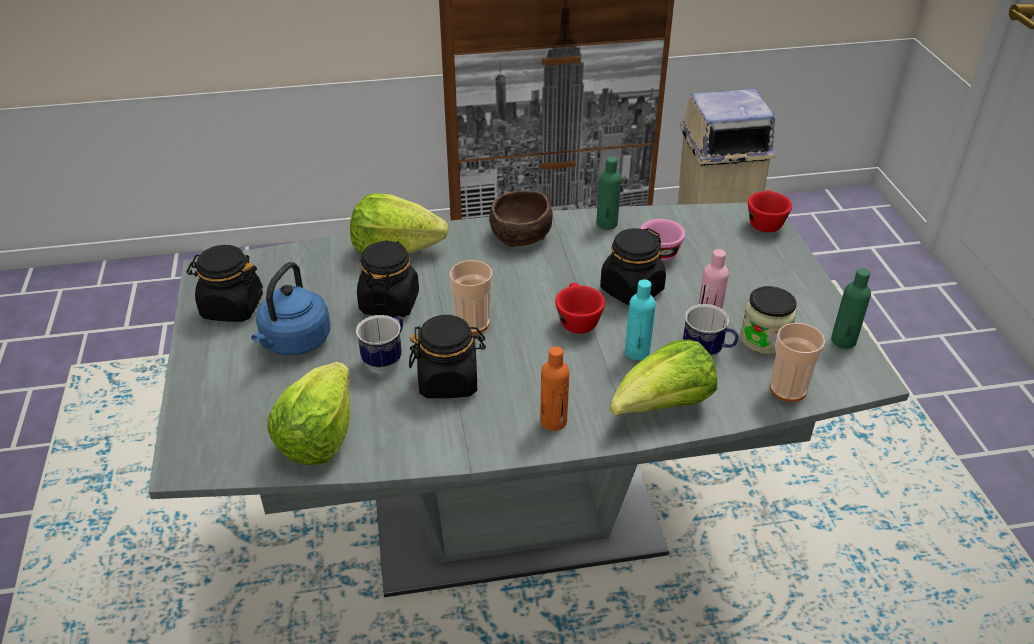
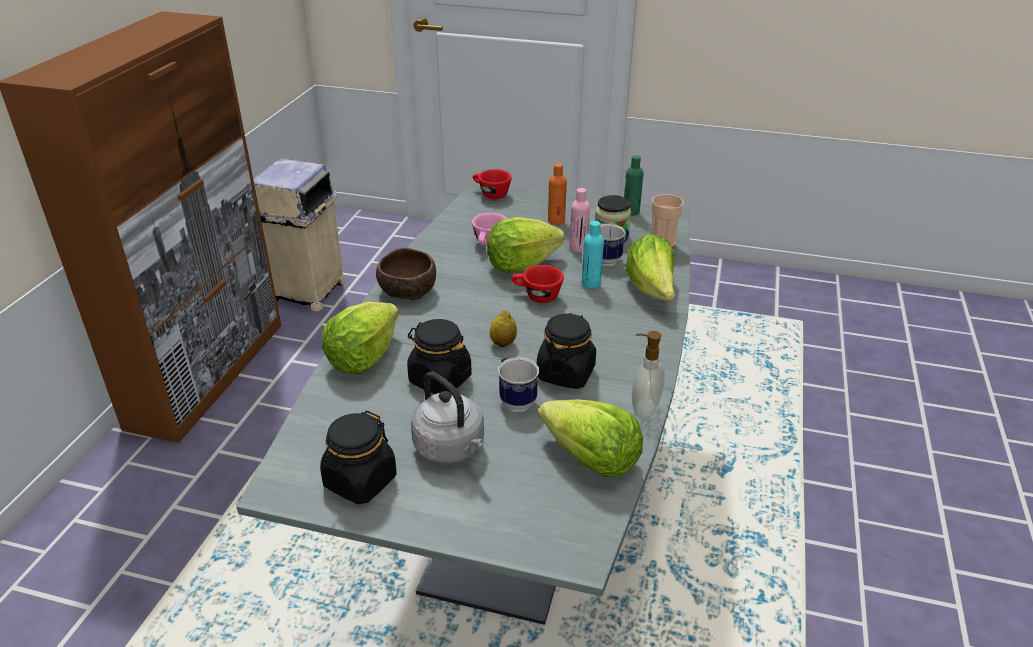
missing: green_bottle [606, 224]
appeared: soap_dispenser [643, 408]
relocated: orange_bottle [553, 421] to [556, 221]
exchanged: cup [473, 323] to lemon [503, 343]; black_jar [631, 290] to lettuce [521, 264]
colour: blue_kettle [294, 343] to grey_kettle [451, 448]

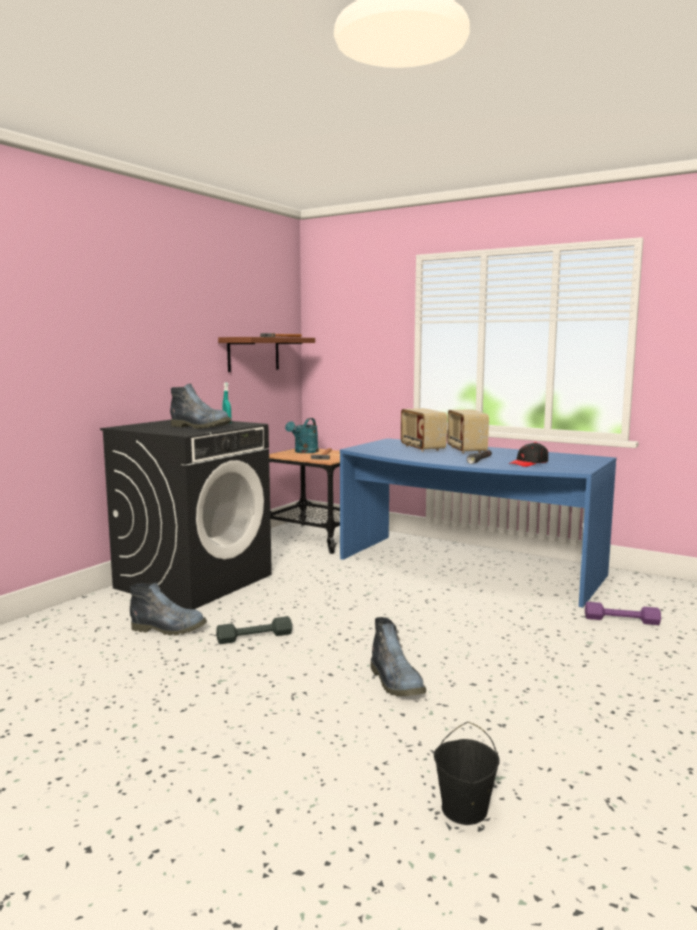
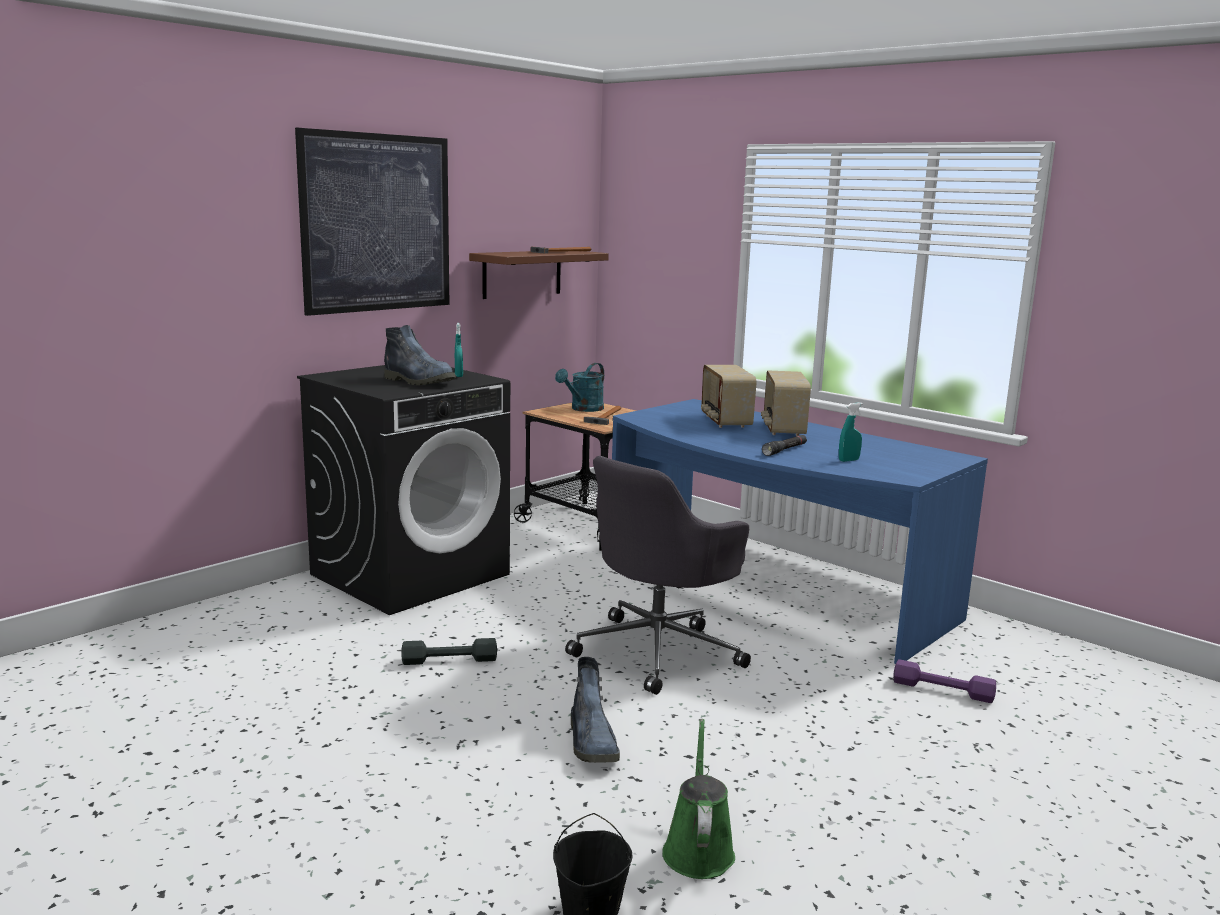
missing: boot [170, 629]
appeared: picture [377, 223]; grey_office_chair [659, 651]; green_watering_can [698, 849]
exchanged: black_cap [528, 463] to turquoise_spray_bottle [848, 460]

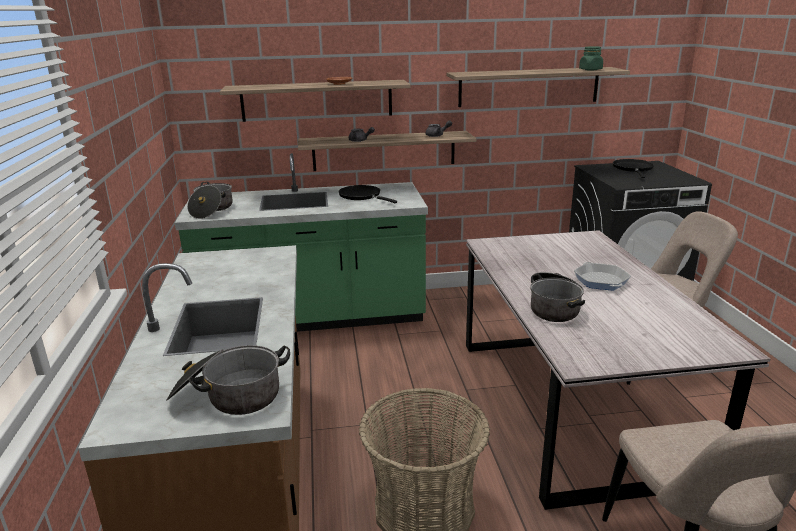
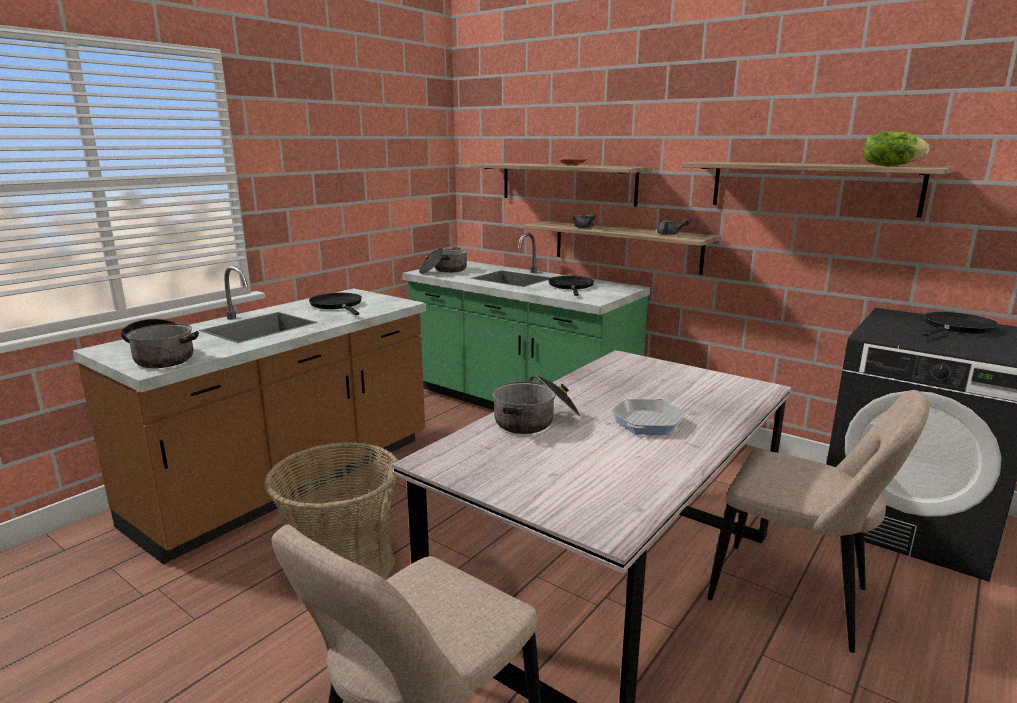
appeared: black_frying_pan [337, 305]
exchanged: green_jar [590, 70] to lettuce [889, 165]

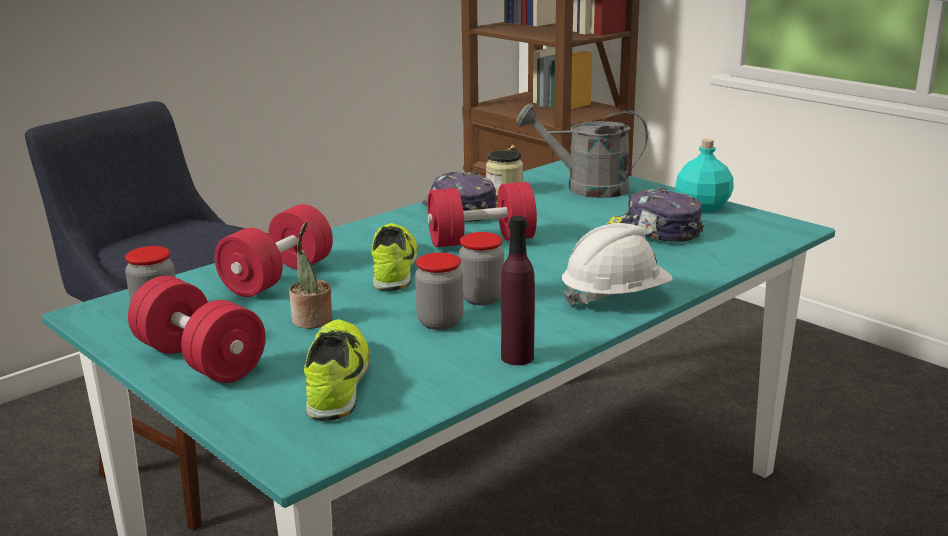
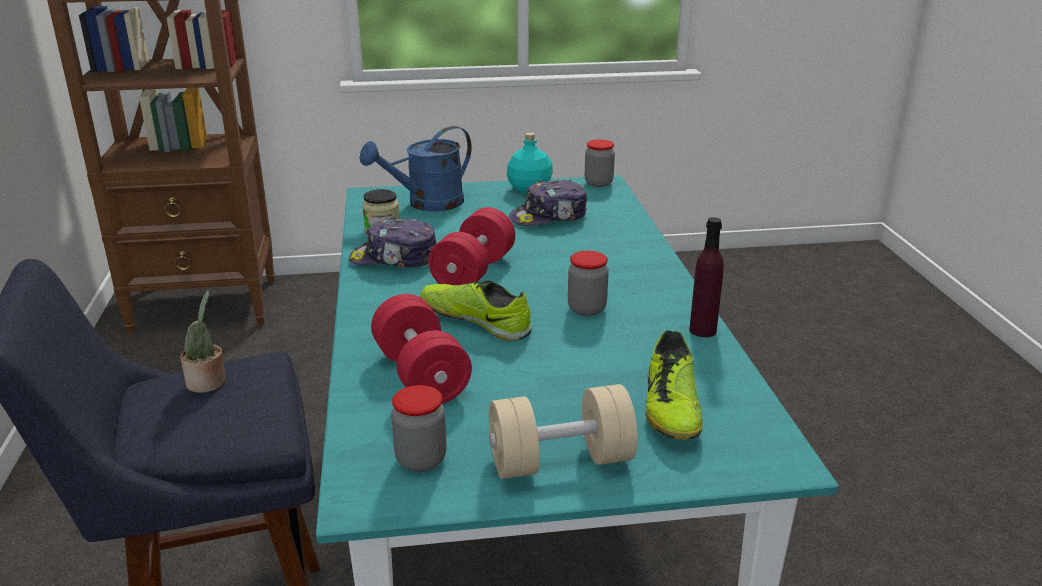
missing: white_hard_hat [615, 297]
relocated: potted_plant [312, 321] to [208, 383]; jar [440, 322] to [598, 183]
colour: red_dumbbell [200, 360] to beige_dumbbell [560, 461]; grey_watering_can [585, 188] to blue_watering_can [426, 204]
spun: shoe [337, 381] = [671, 408] 120 degrees counterclockwise

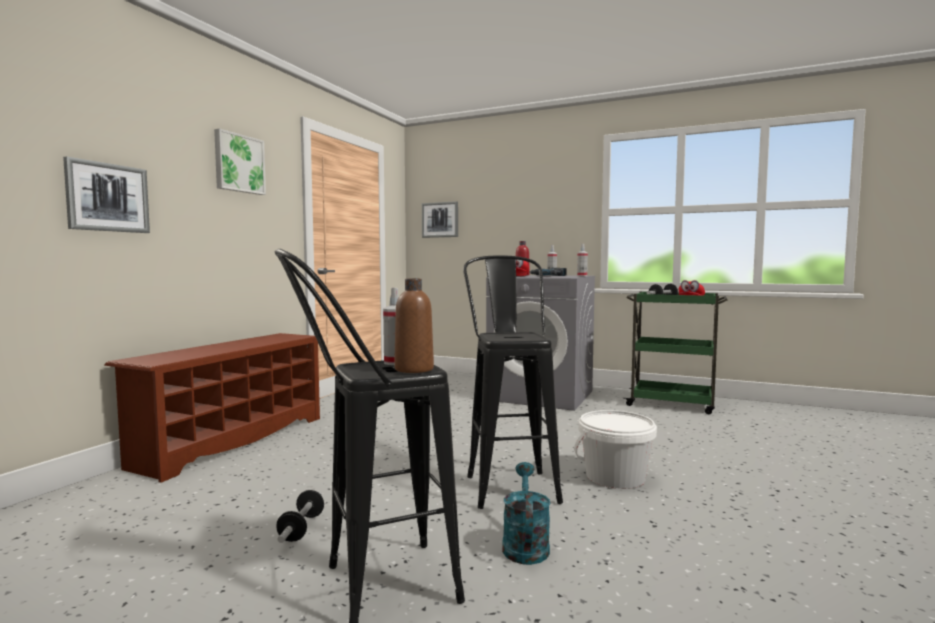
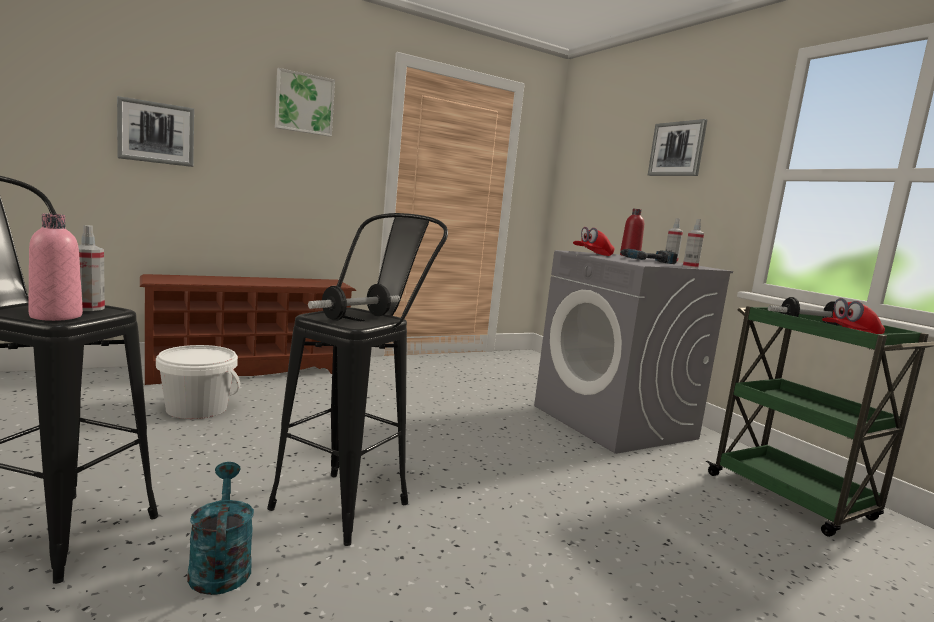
relocated: dumbbell [301, 528] to [356, 318]; picture [440, 220] to [677, 149]; white_bucket [615, 477] to [197, 409]
colour: brown_bottle [414, 369] to pink_bottle [56, 316]
spun: turquoise_watering_can [525, 544] = [220, 565] 60 degrees counterclockwise

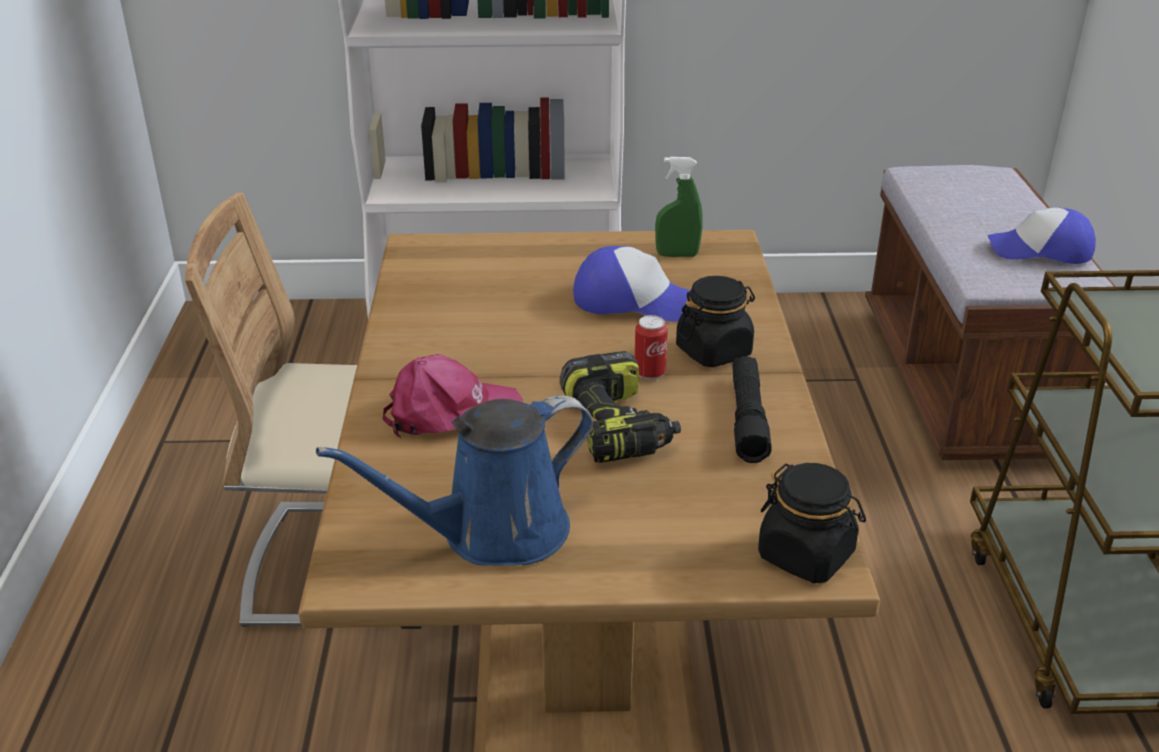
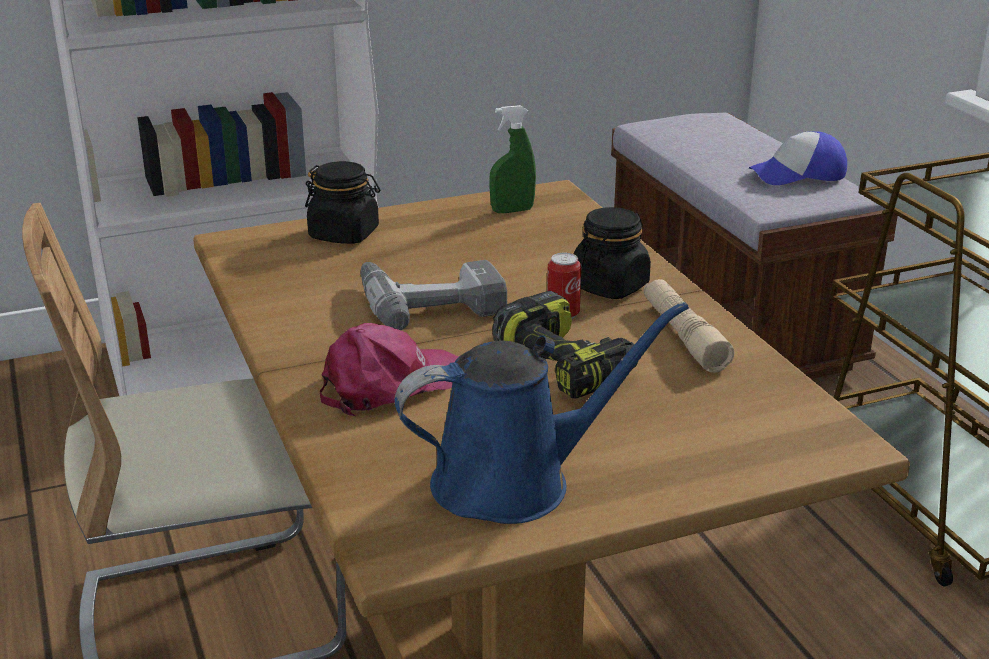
missing: cap [634, 301]
appeared: power_drill [429, 301]
relocated: black_jar [806, 555] to [344, 234]
colour: black_flashlight [747, 418] to beige_flashlight [683, 336]
spun: blue_watering_can [493, 533] = [514, 481] 150 degrees counterclockwise

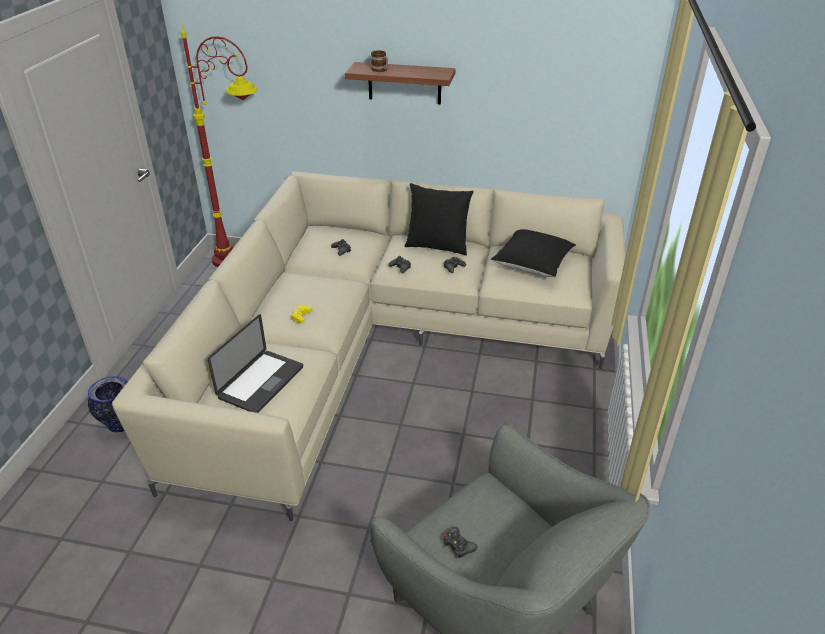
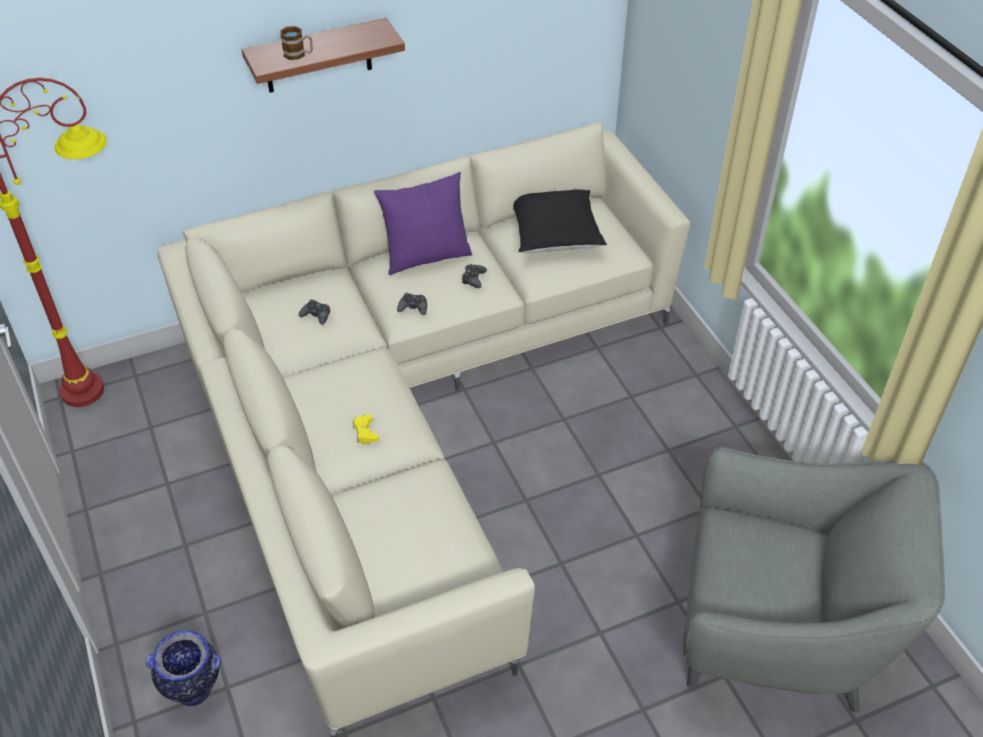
missing: laptop [261, 382]; black_game_controller [458, 546]
colour: black_pillow [437, 246] to purple_pillow [426, 256]

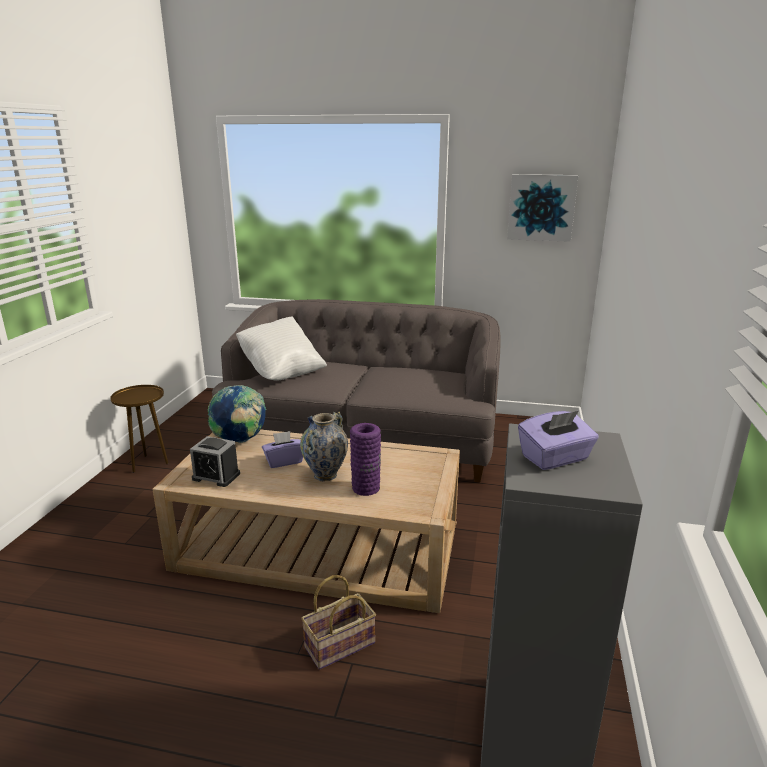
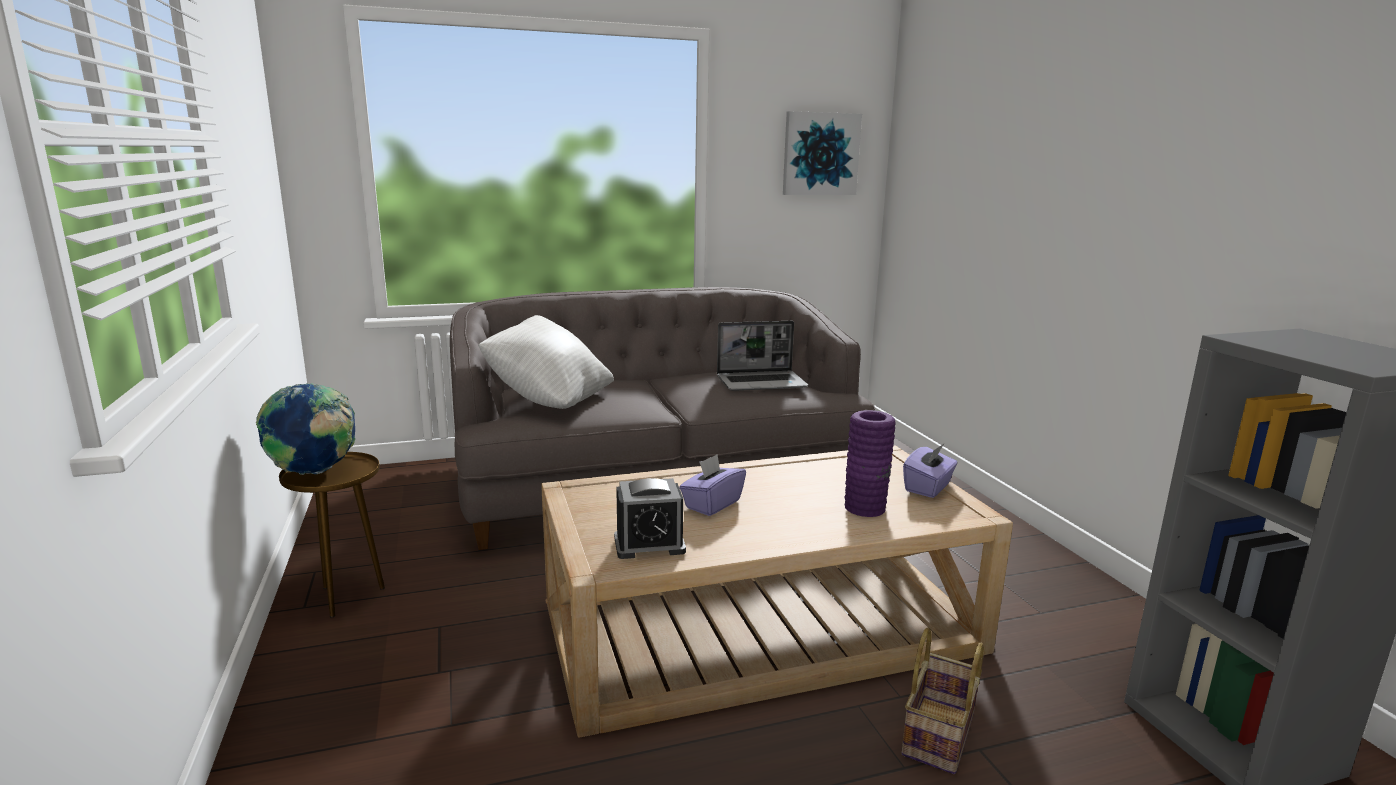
missing: vase [325, 475]
appeared: laptop [762, 382]
relocated: globe [240, 441] to [314, 472]; purple_tissue_box [555, 458] to [928, 487]

